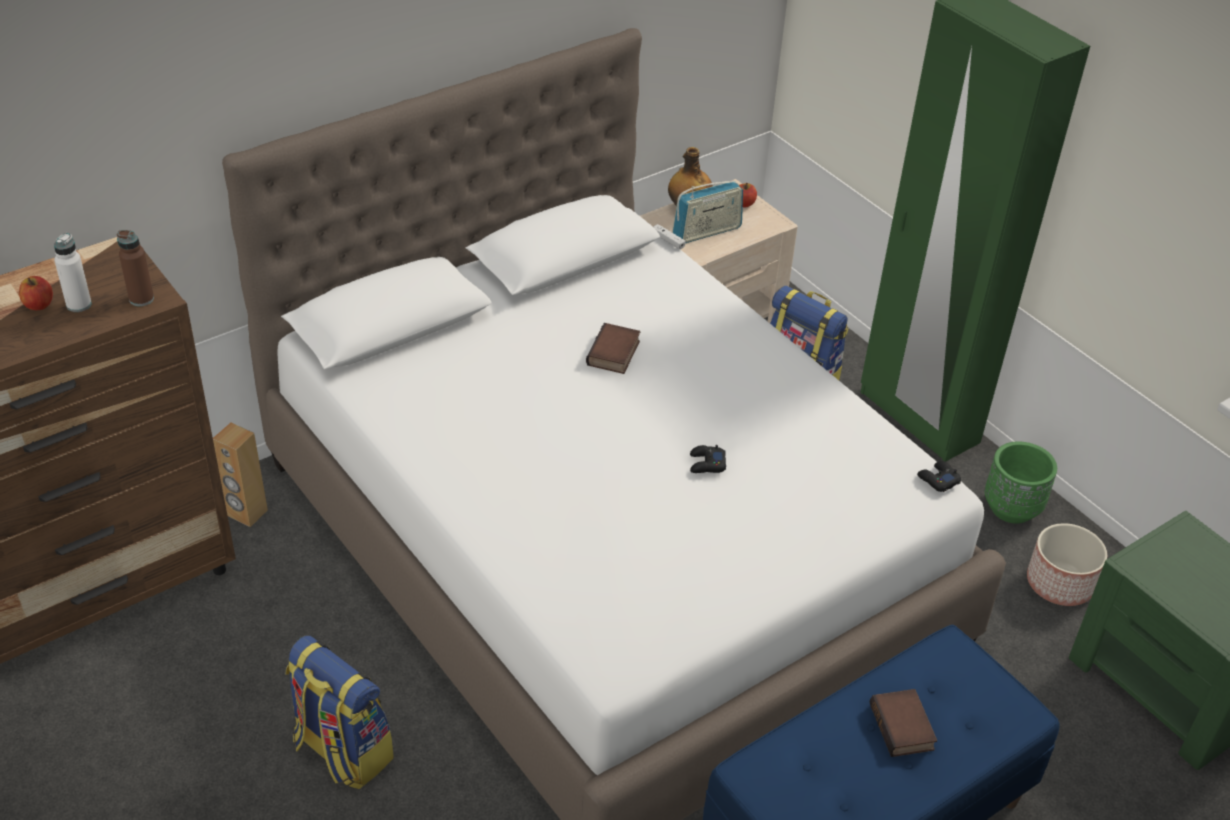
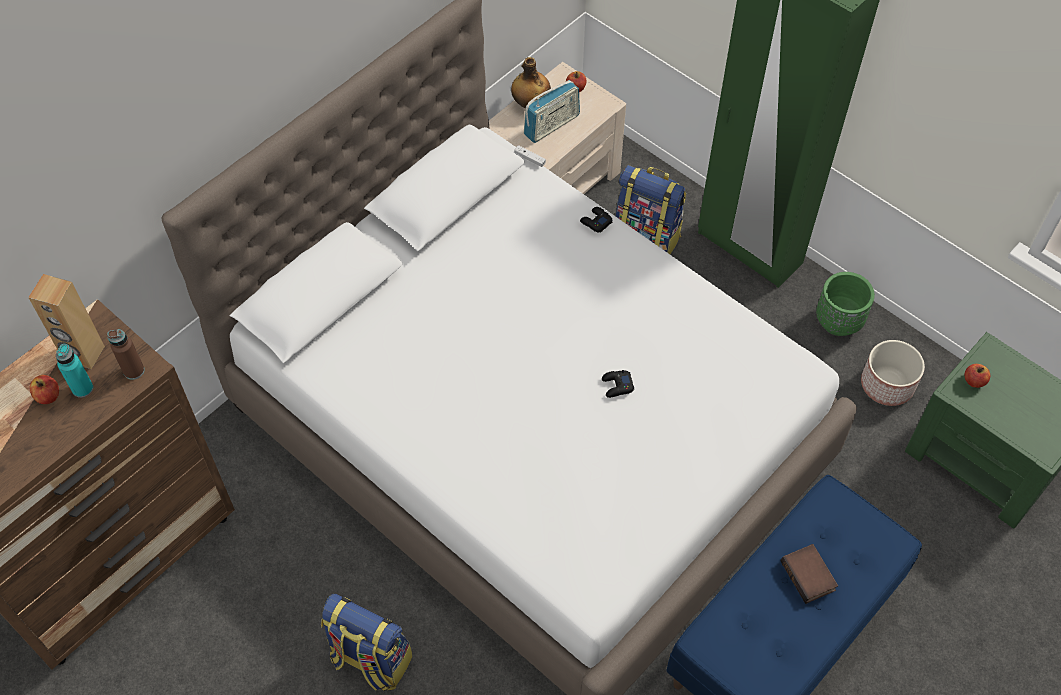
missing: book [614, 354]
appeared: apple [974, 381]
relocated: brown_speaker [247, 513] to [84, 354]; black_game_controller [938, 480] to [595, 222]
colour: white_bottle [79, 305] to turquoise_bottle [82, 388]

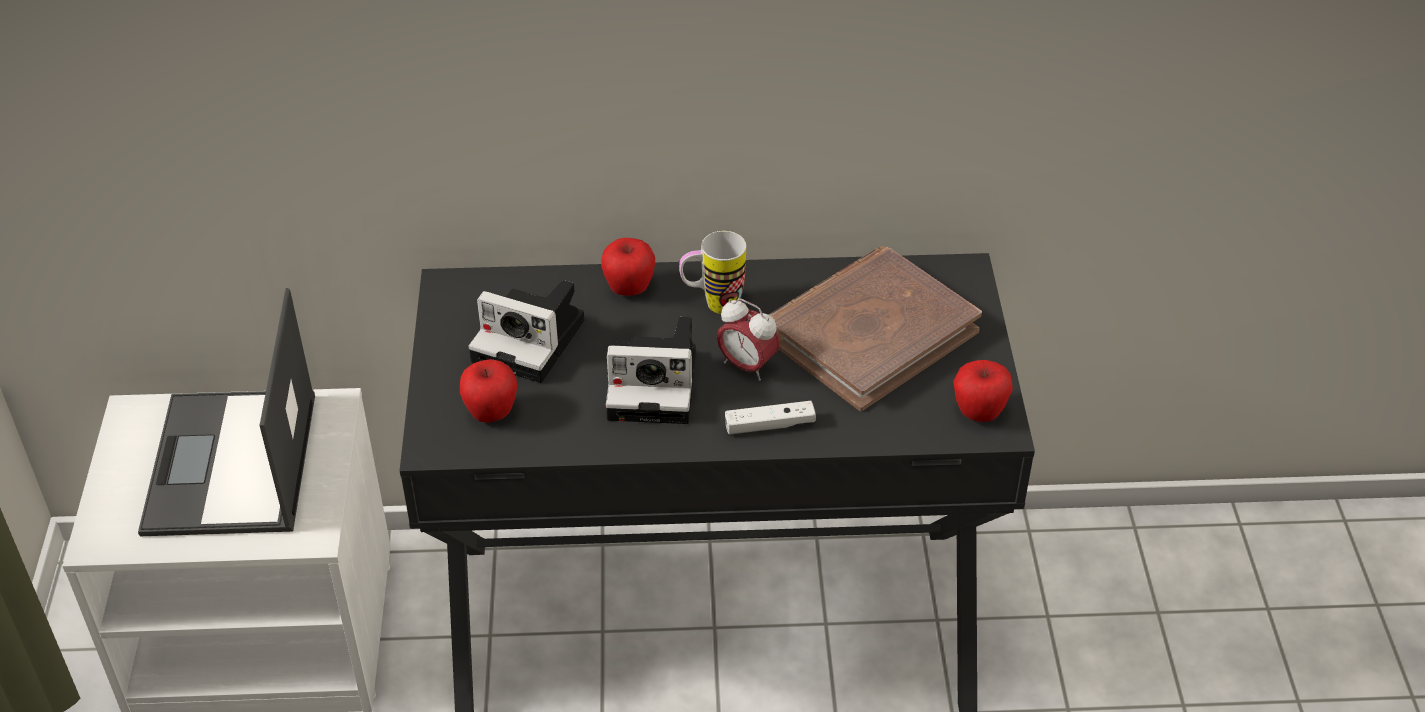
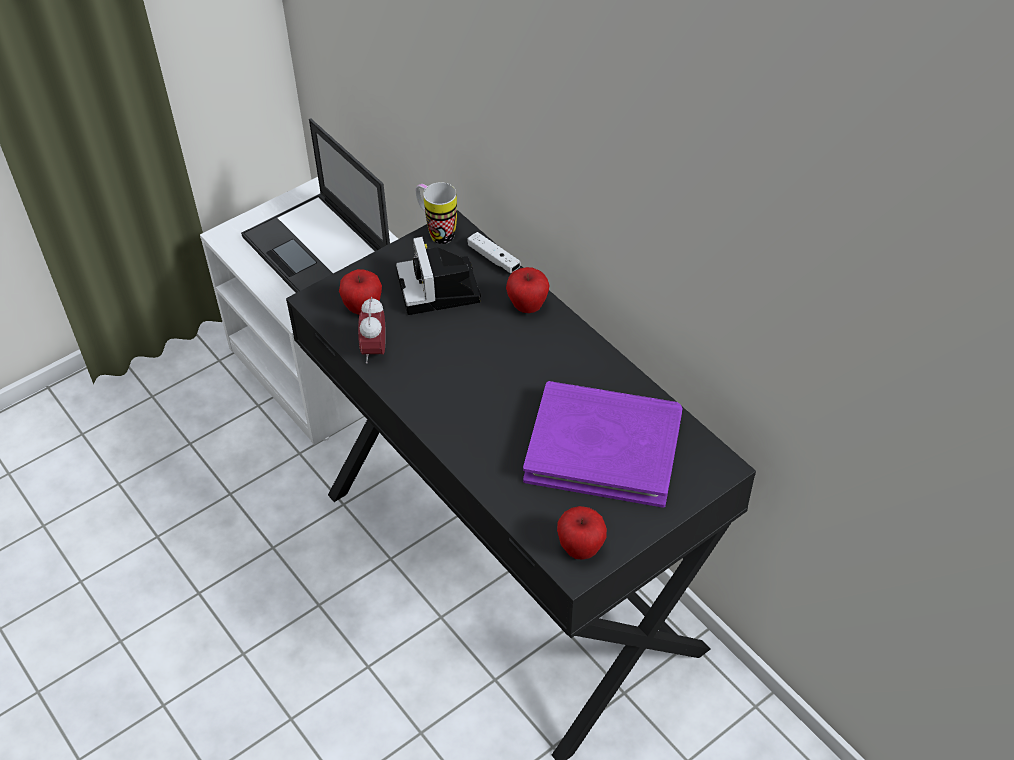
missing: photo_camera [657, 385]
relocated: mug [712, 305] to [436, 232]; alarm_clock [747, 366] to [374, 351]; white_game_controller [769, 425] to [493, 258]
colour: brown_book [870, 333] to purple_book [603, 447]
spun: laptop [231, 466] = [318, 249] 90 degrees counterclockwise

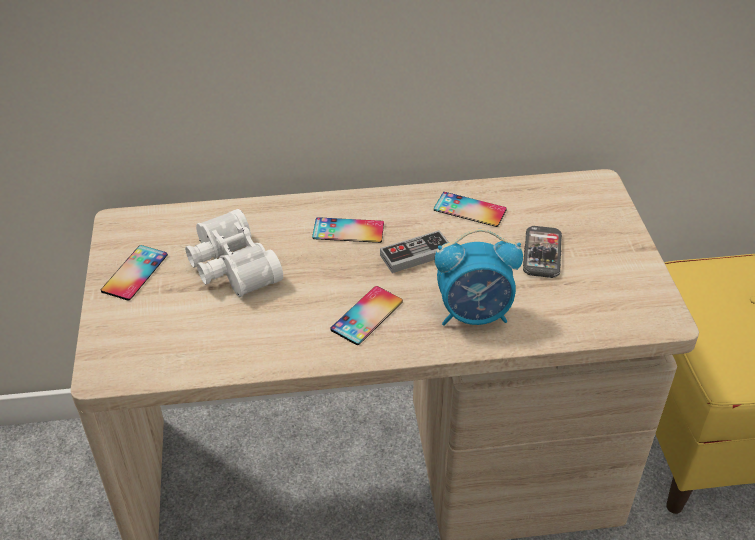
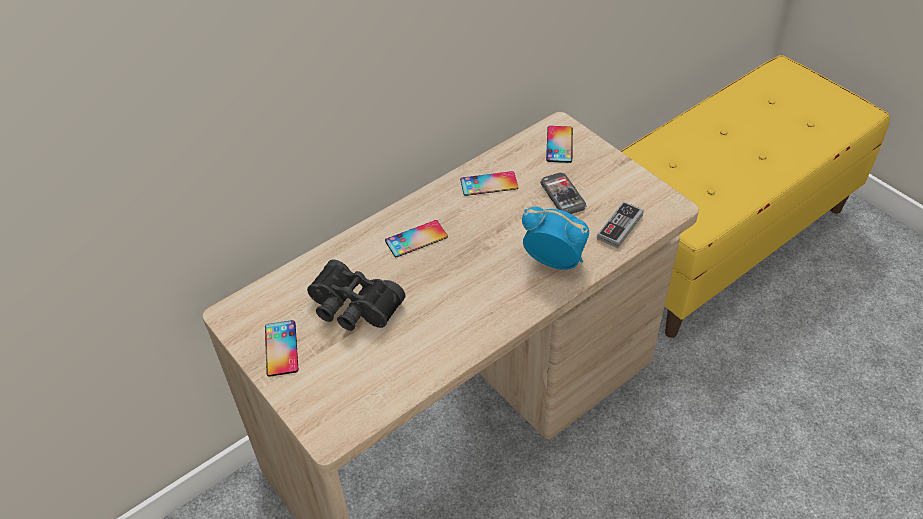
relocated: phone [367, 315] to [559, 144]; game_controller [416, 255] to [620, 227]
colour: white_binoculars [230, 267] to black_binoculars [352, 308]
spun: alarm_clock [474, 314] = [554, 261] 120 degrees counterclockwise

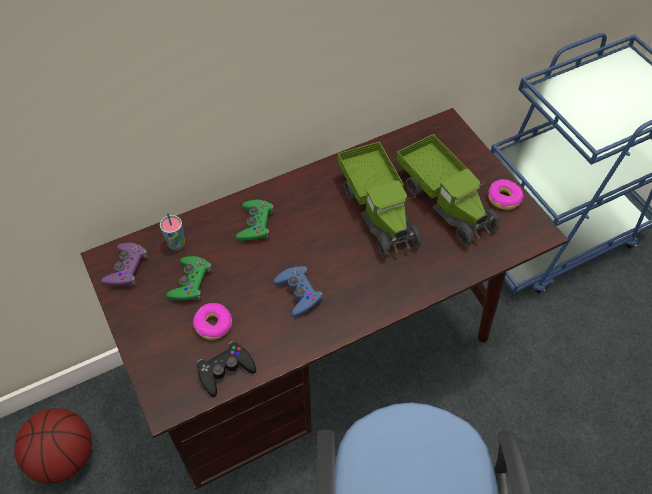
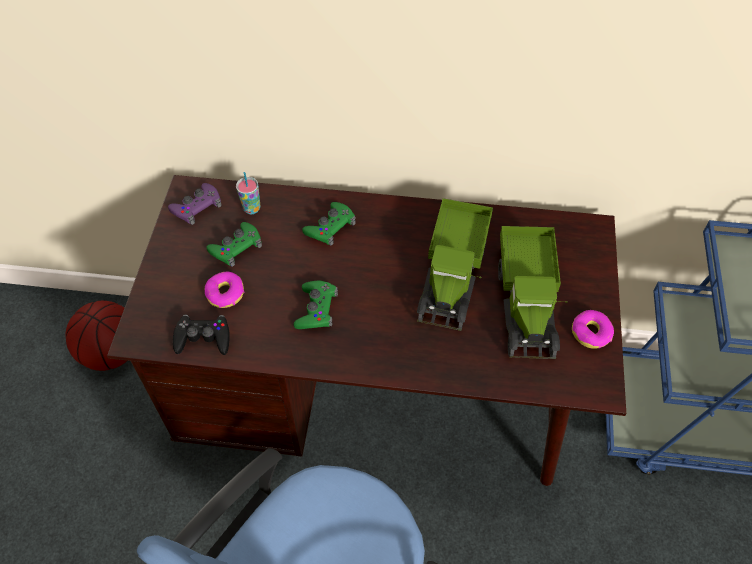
colour: blue_game_controller [298, 293] to green_game_controller [316, 309]

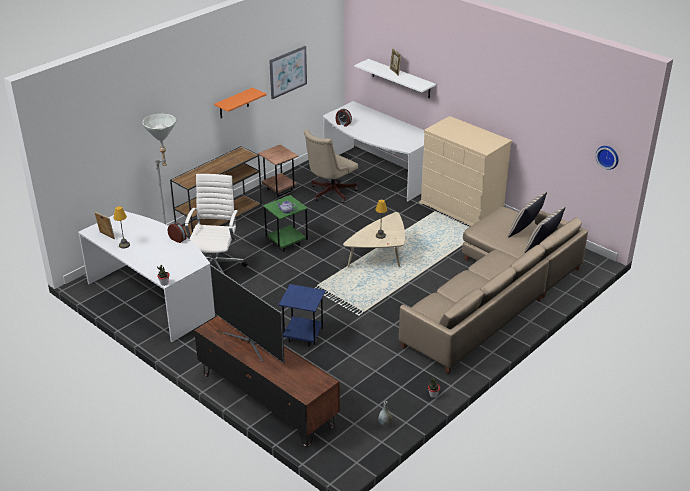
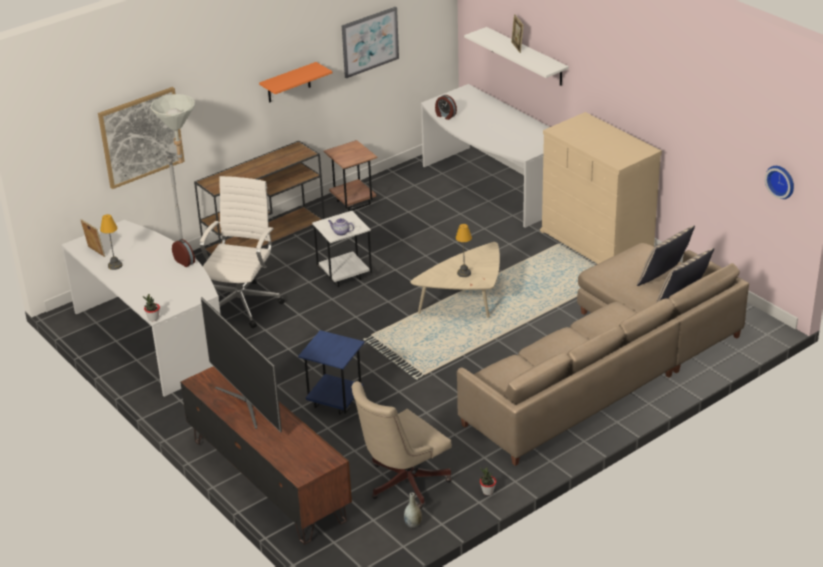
appeared: picture [141, 137]
relocated: beige_office_chair [330, 193] to [402, 484]
colour: green_side_table [286, 244] to white_side_table [344, 277]

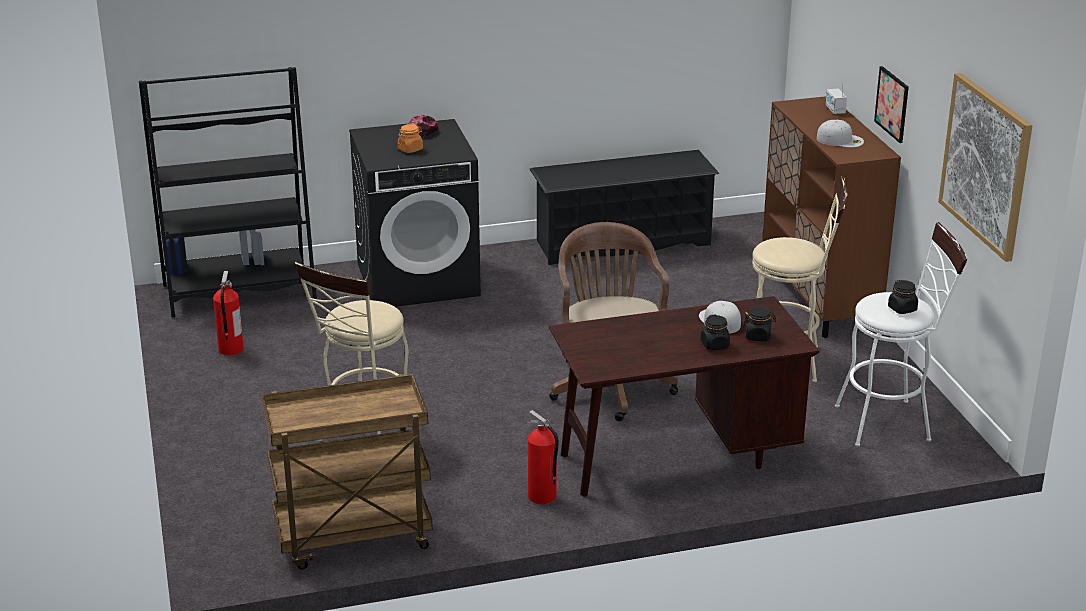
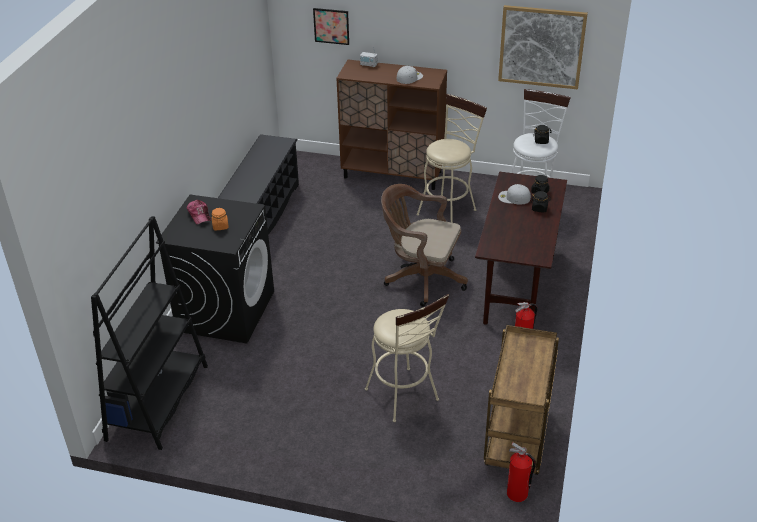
relocated: fire_extinguisher [230, 350] to [517, 494]; picture [892, 104] to [331, 26]

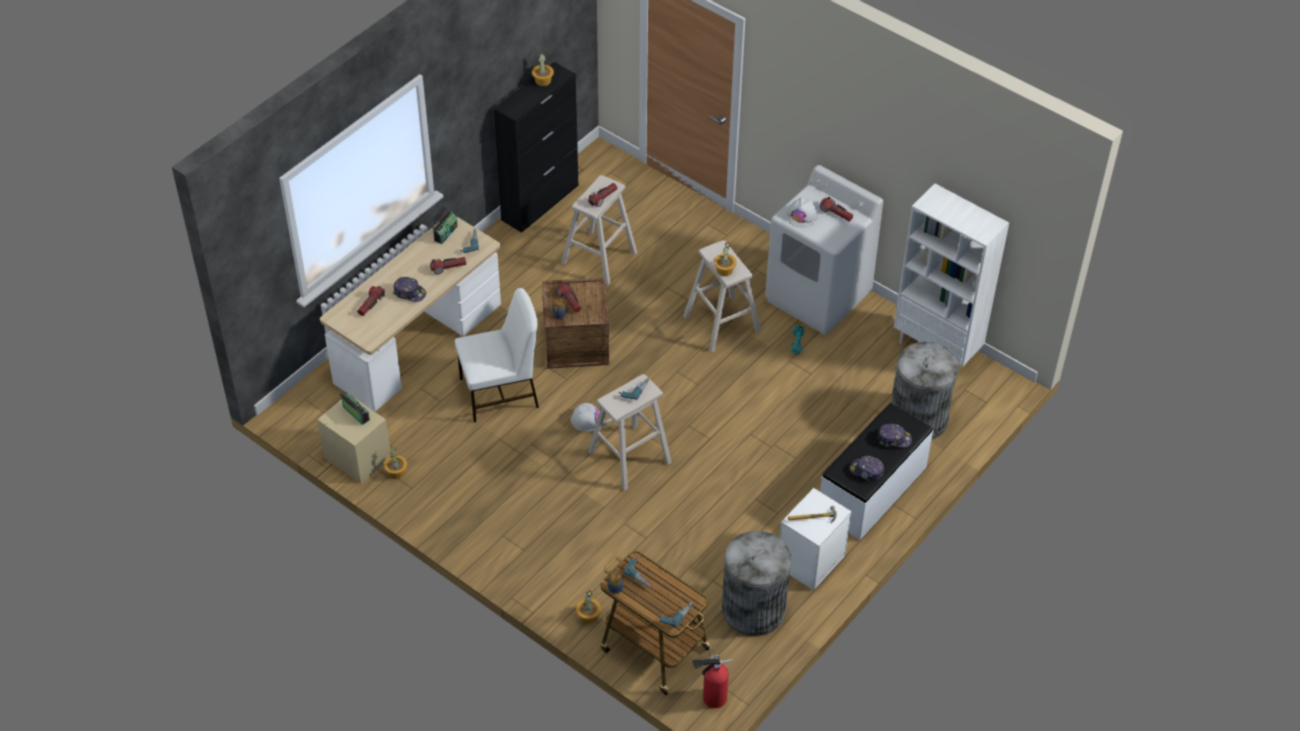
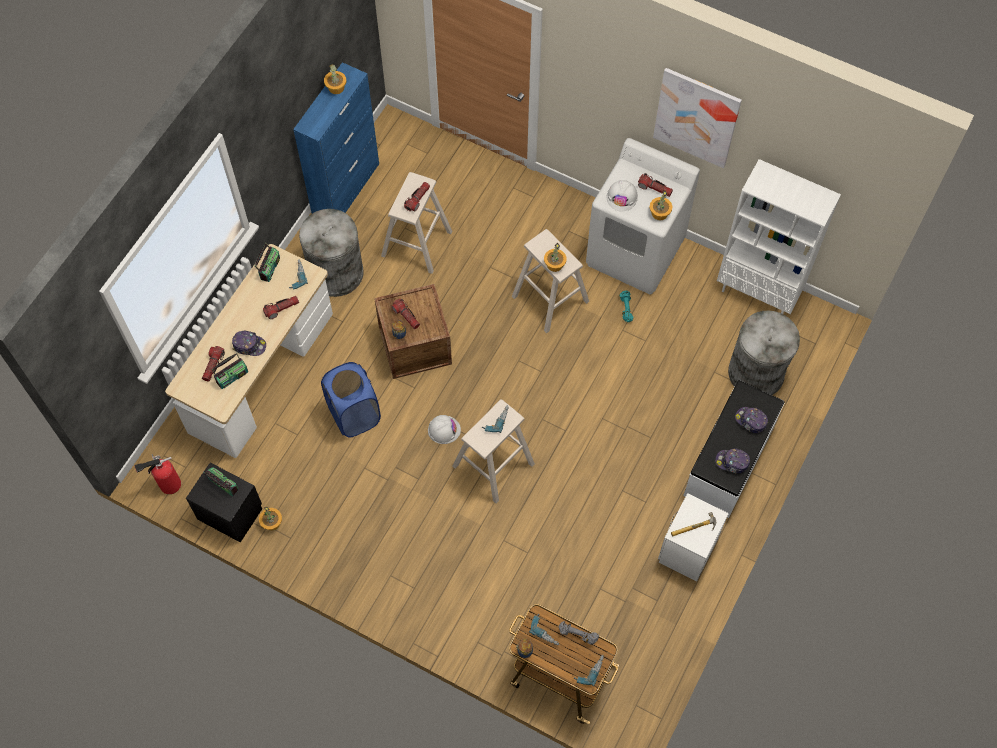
appeared: radio [232, 376]; grey_dumbbell [577, 635]; picture [696, 117]
relocated: potted_plant [588, 615] to [659, 213]; fire_extinguisher [712, 698] to [167, 485]; grey_trash_can [753, 609] to [336, 273]
exchanged: white_chair [501, 393] to blue_laundry_basket [354, 414]
colour: beige_nightstand [358, 457] to black_nightstand [231, 512]; black_cabinet [540, 202] to blue_cabinet [346, 189]
spun: cap [894, 439] = [751, 421] 135 degrees counterclockwise

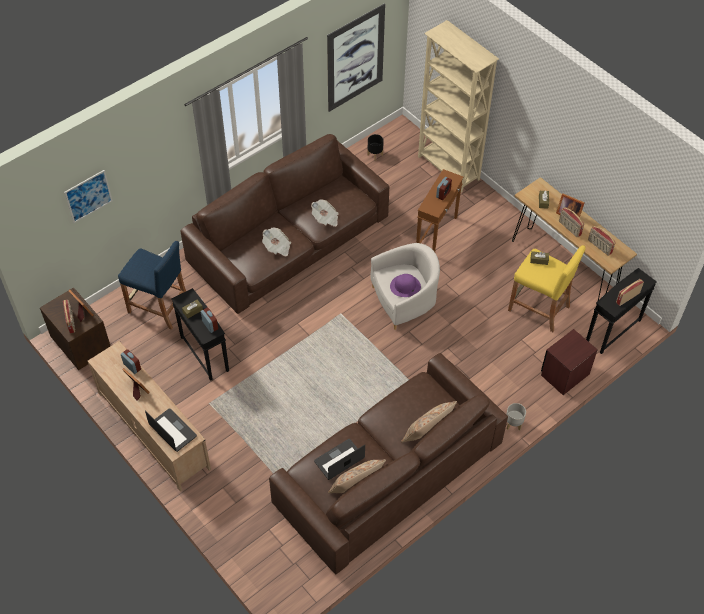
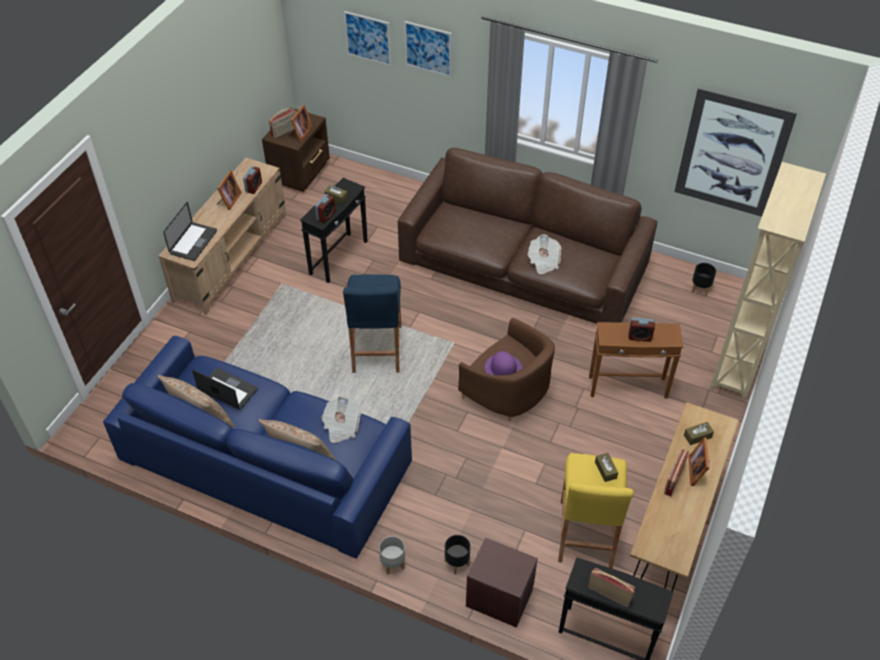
missing: radio [599, 247]
appeared: picture [428, 49]; black_planter [456, 563]
relocated: blue_stool [159, 307] to [376, 348]; newspaper [277, 247] to [341, 426]
colour: brown_sofa [387, 472] to blue_sofa [266, 461]; white_armchair [404, 301] to brown_armchair [508, 392]

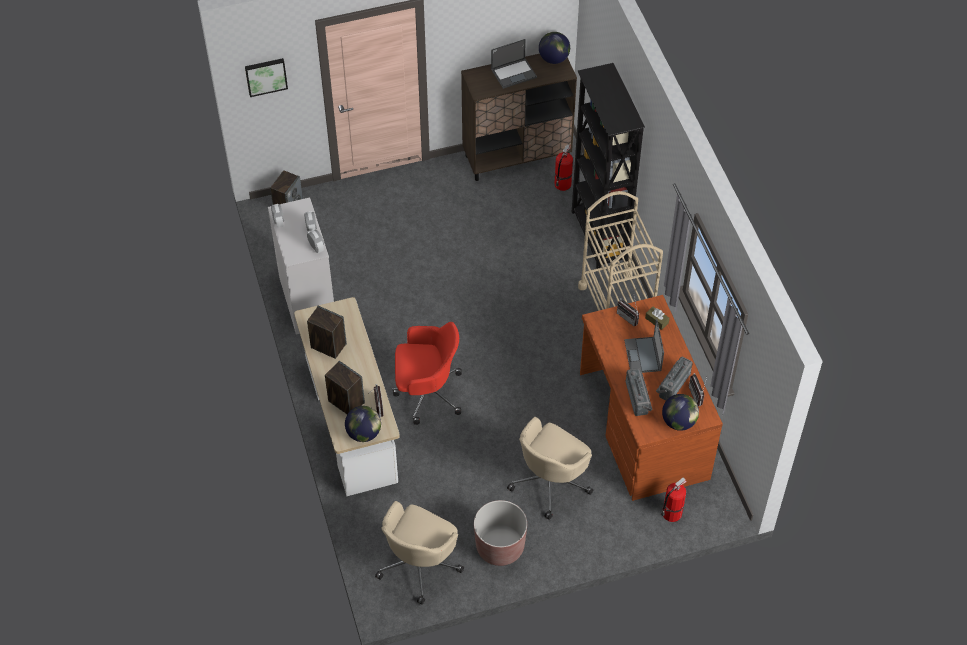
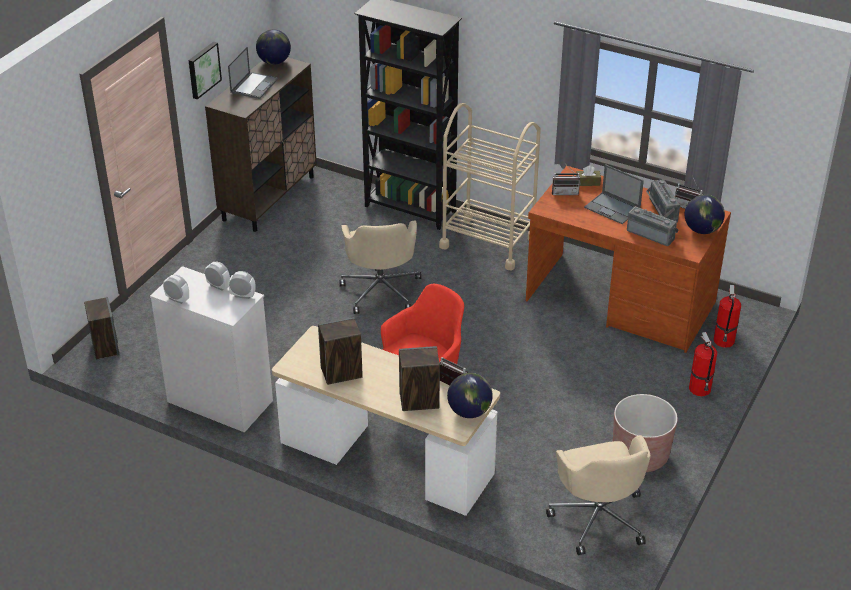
relocated: picture [266, 76] to [203, 69]; beige_office_chair [550, 482] to [381, 290]; fire_extinguisher [562, 185] to [700, 389]

